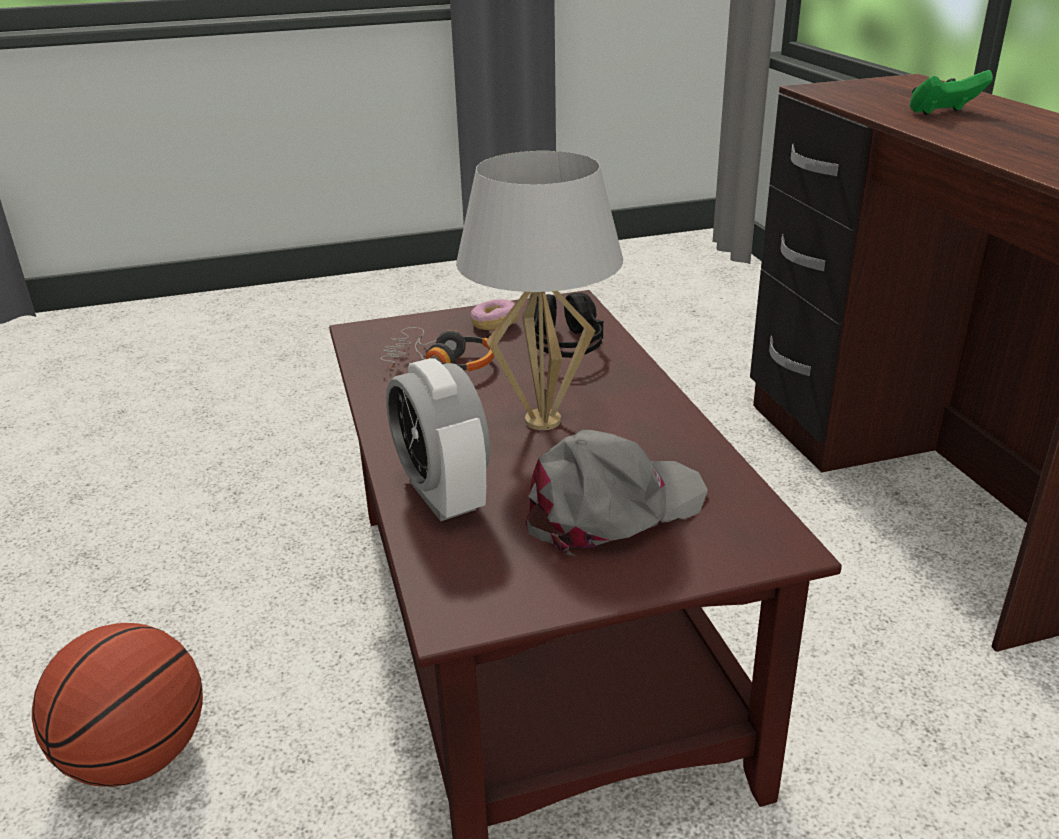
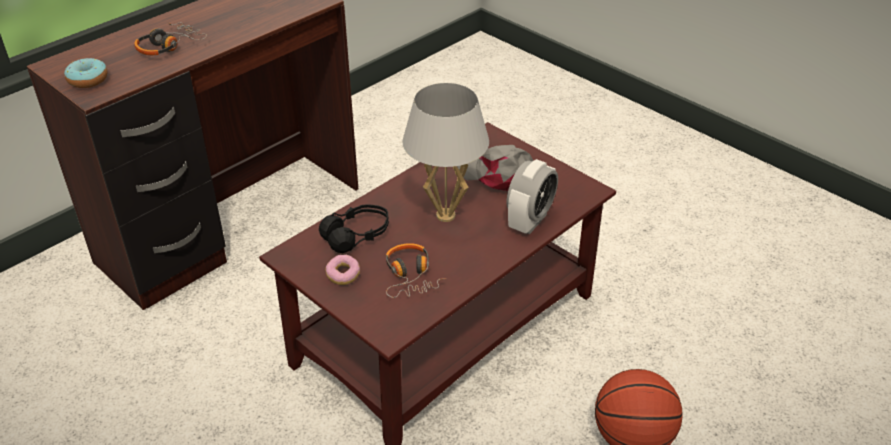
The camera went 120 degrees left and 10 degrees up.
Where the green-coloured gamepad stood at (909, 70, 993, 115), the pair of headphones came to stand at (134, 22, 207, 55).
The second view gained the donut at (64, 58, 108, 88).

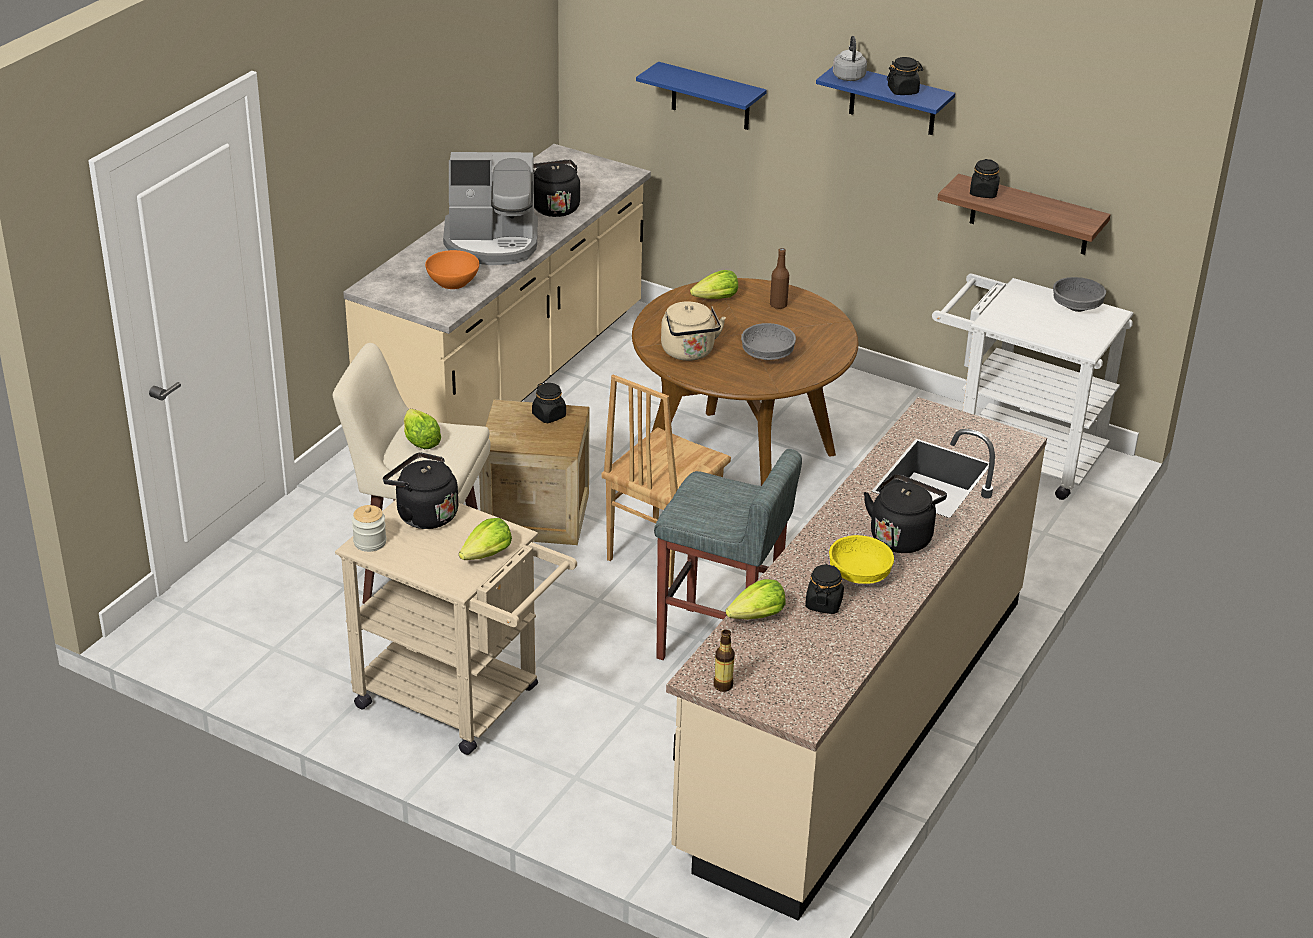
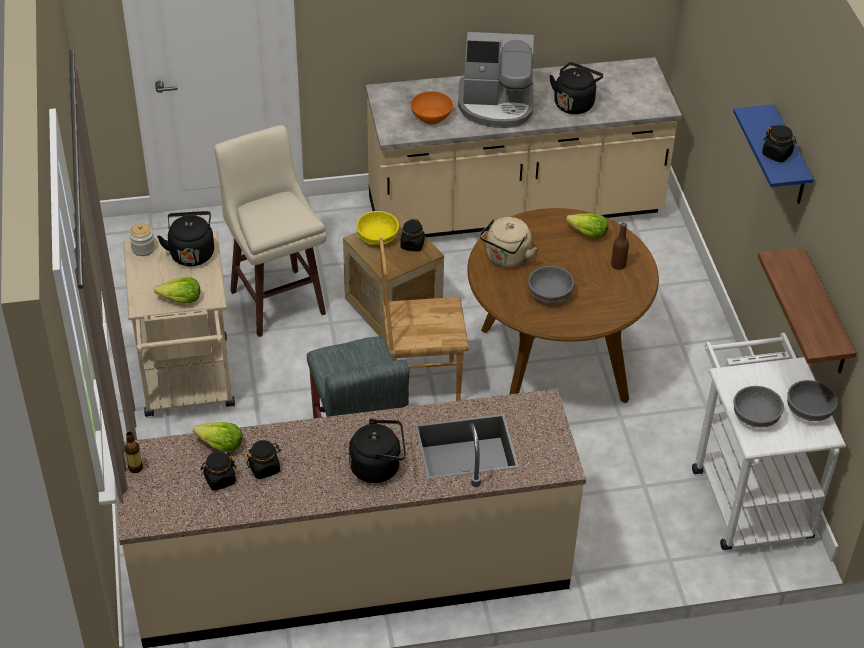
The camera went 50 degrees right and 10 degrees up.
The second view lost the head of lettuce at (404, 409, 441, 449).
The coffee maker at (443, 152, 538, 265) ended up facing another way, 45 degrees counterclockwise from before.
The second view lost the blue-coloured shelf at (636, 62, 767, 130).
The yellowish serving bowl ended up elsewhere, having gone from (829, 535, 894, 584) to (357, 211, 399, 245).
The second view lost the greyish kettle at (833, 36, 867, 81).
The blackish preserve jar ended up elsewhere, having gone from (970, 159, 1000, 198) to (201, 451, 236, 491).
The second view gained the greyish serving bowl at (733, 386, 784, 428).

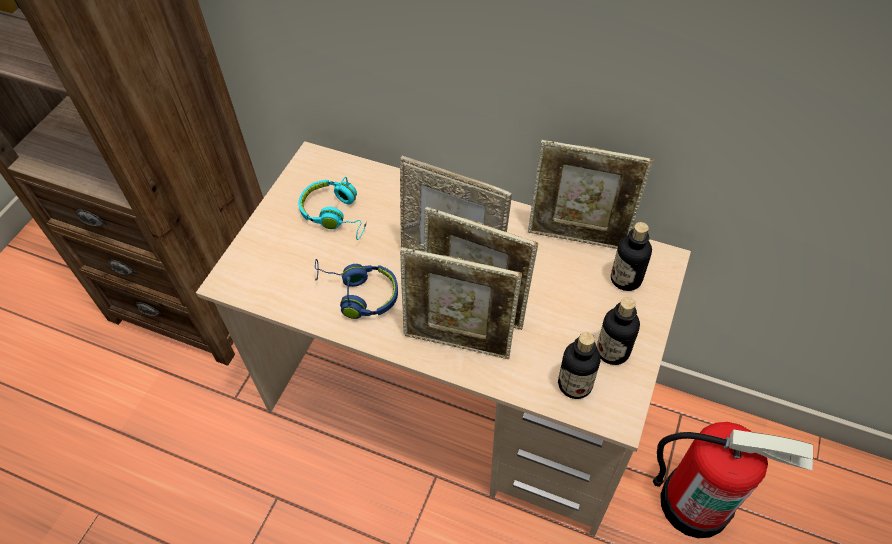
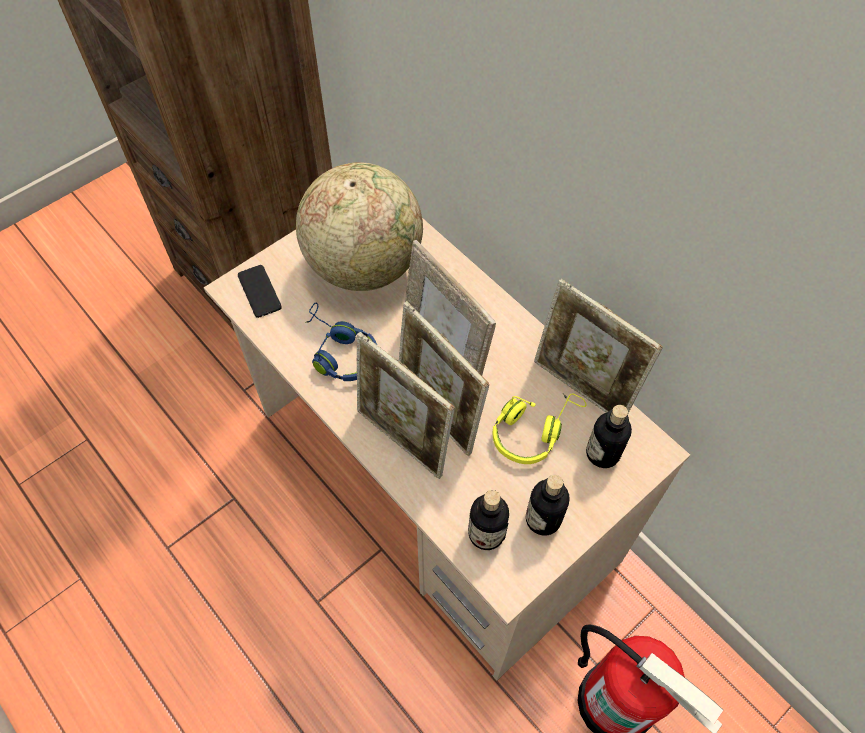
The camera went 25 degrees right and 5 degrees up.
Where the turquoise-coloured pair of headphones stood at (298, 177, 367, 240), the desk globe came to stand at (296, 162, 423, 291).
The second view gained the telephone at (238, 265, 282, 318).
The second view gained the yellowish pair of headphones at (493, 393, 587, 464).

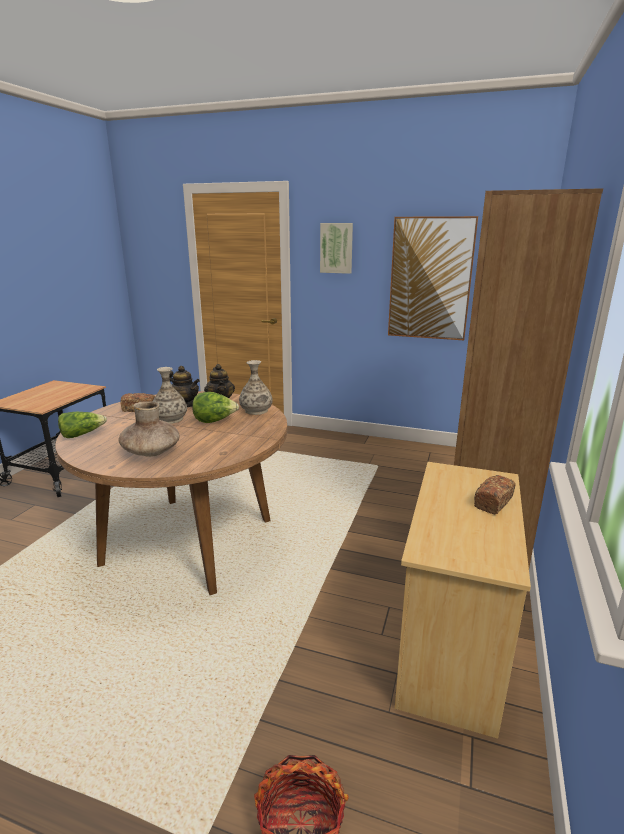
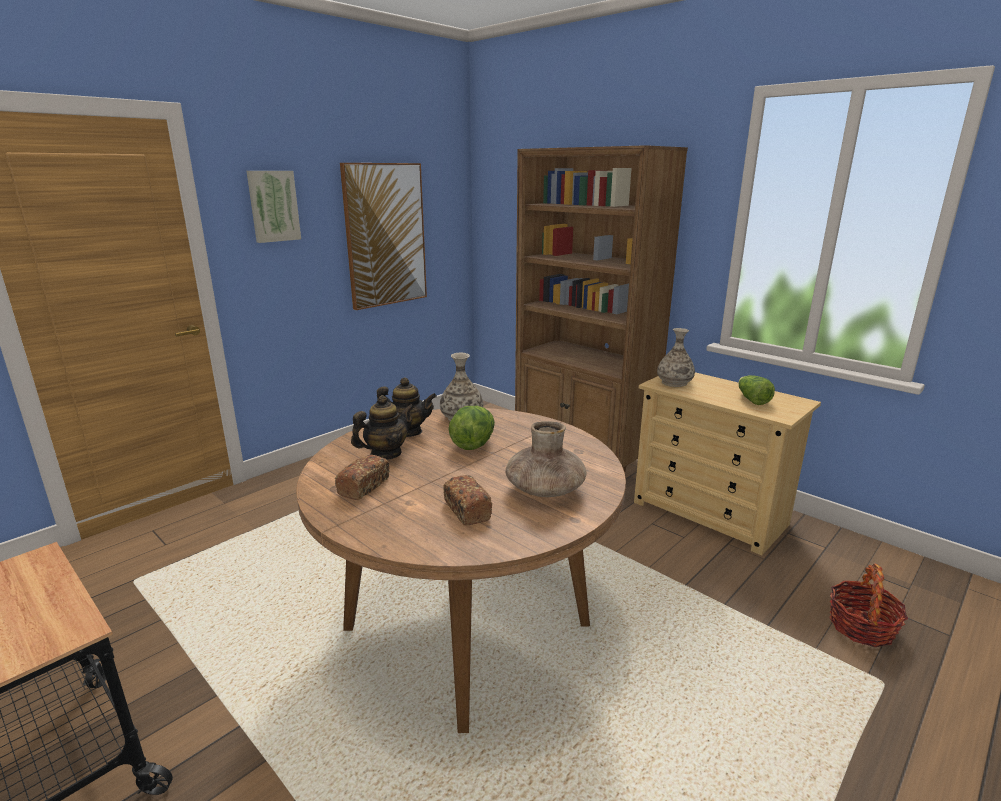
The camera went 65 degrees left and 0 degrees up.
The head of lettuce ended up elsewhere, having gone from (58, 412, 107, 438) to (739, 375, 775, 405).
The vase ended up elsewhere, having gone from (153, 367, 187, 424) to (657, 328, 695, 387).
The bread ended up elsewhere, having gone from (474, 475, 516, 514) to (443, 475, 492, 525).

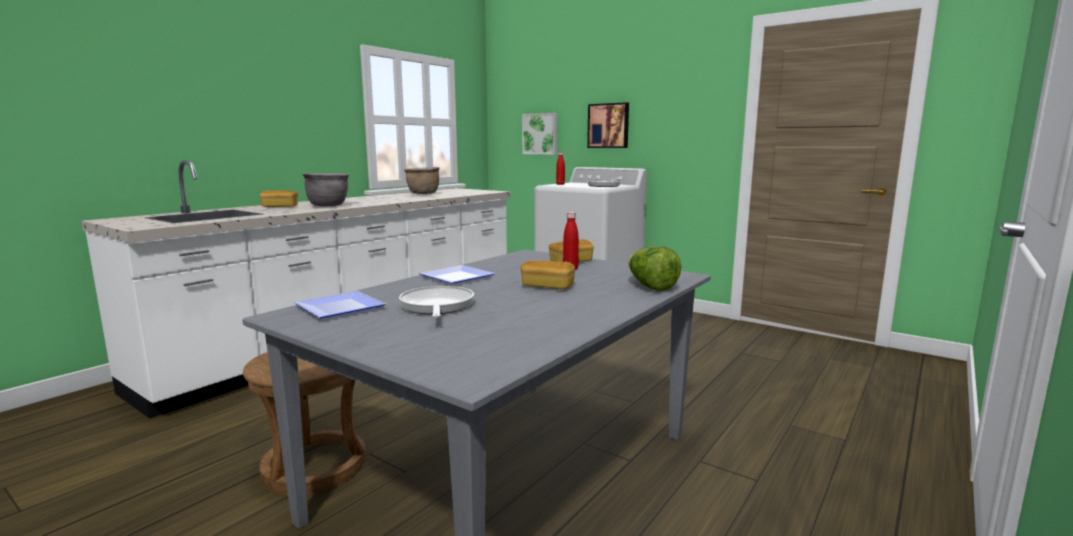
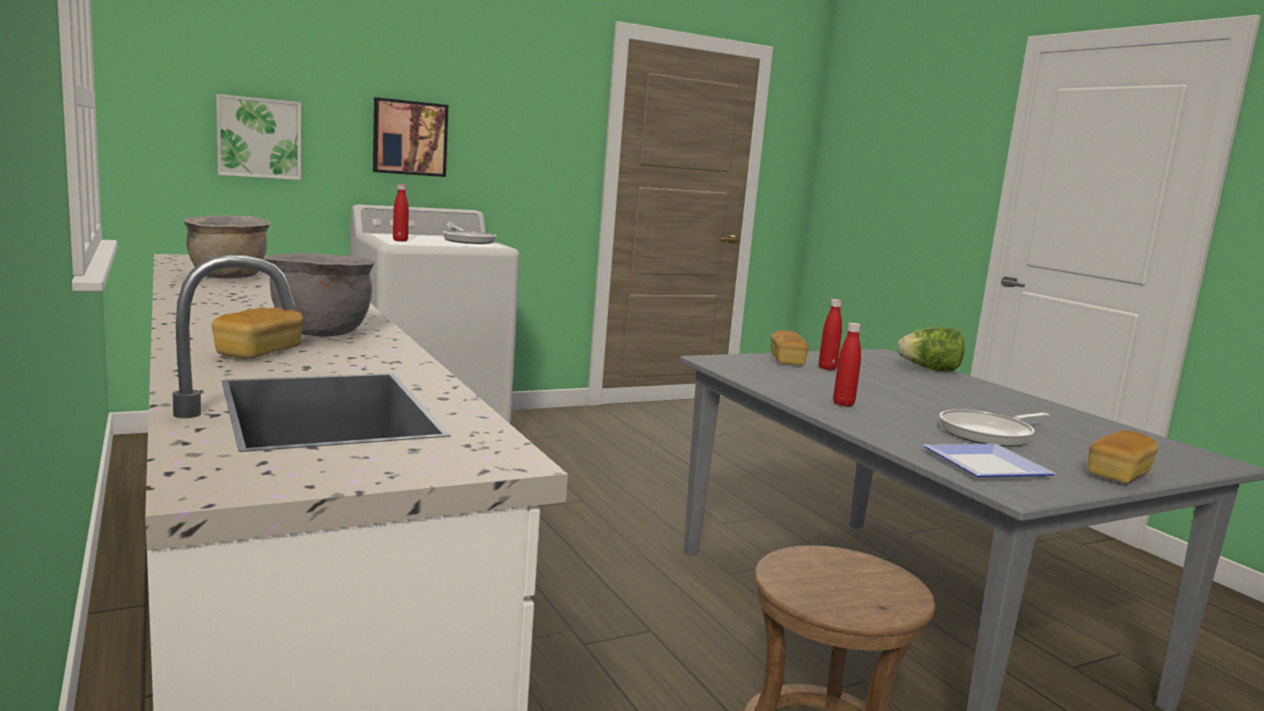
The camera went 65 degrees left and 0 degrees up.
The frying pan at (399, 286, 474, 318) ended up facing another way, 45 degrees counterclockwise from before.
Where the dinner plate stood at (419, 265, 495, 284), the reddish drink bottle came to stand at (833, 323, 861, 407).
The bread ended up elsewhere, having gone from (521, 260, 575, 289) to (1088, 430, 1158, 483).

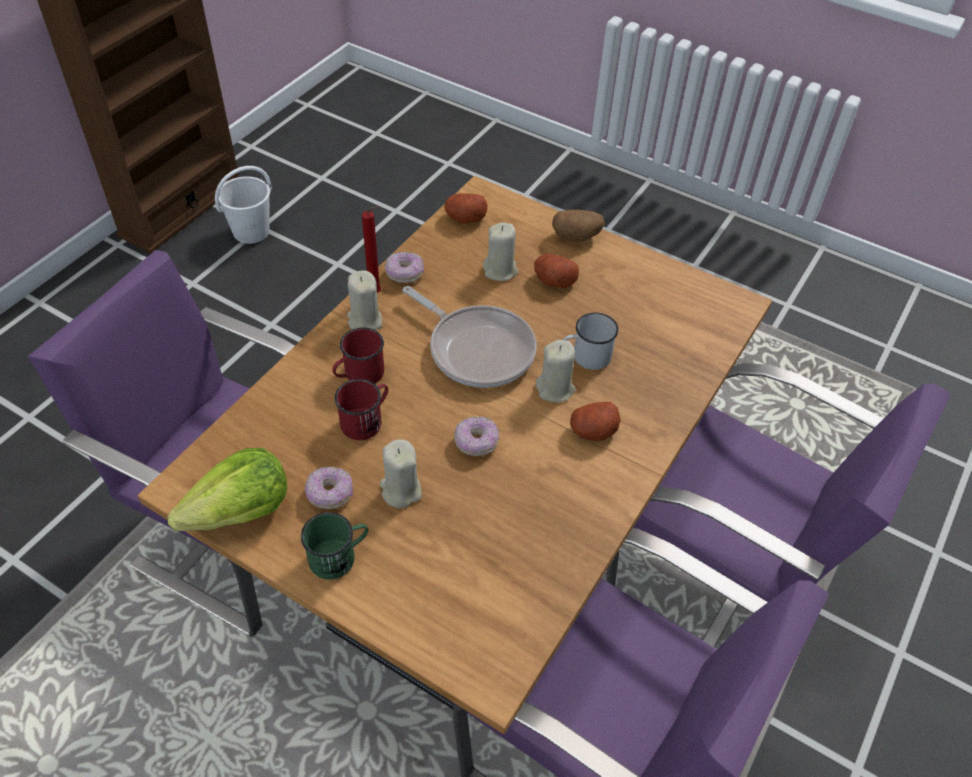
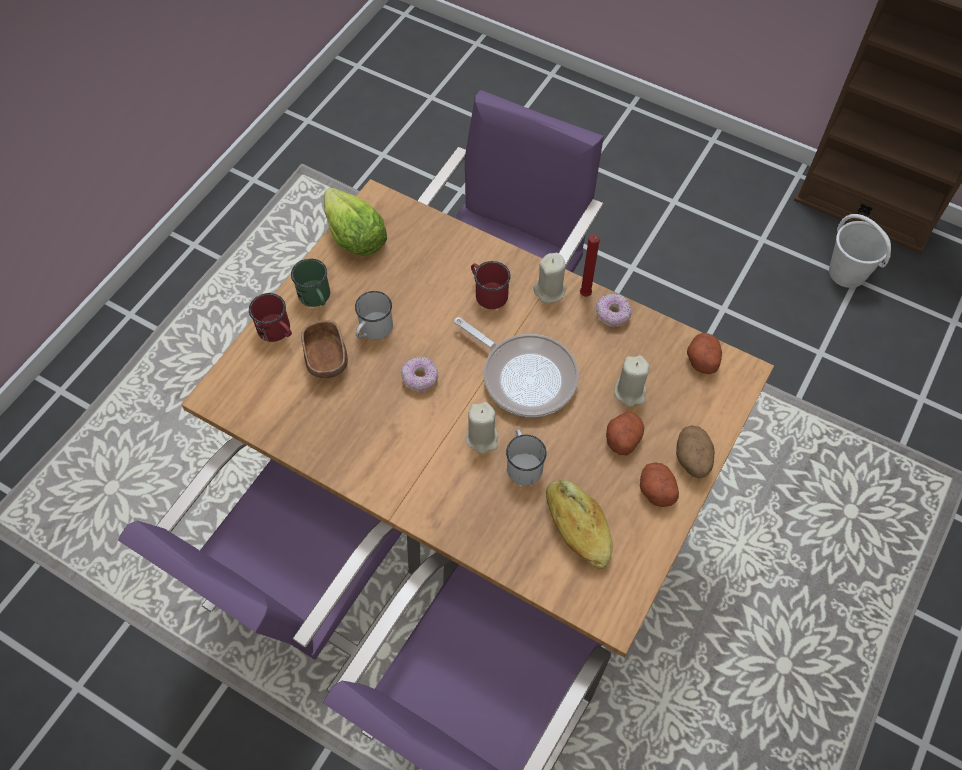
The camera went 90 degrees right and 10 degrees up.
The second view lost the donut at (305, 466, 353, 509).
The reddish coffee mug ended up elsewhere, having gone from (335, 379, 388, 440) to (249, 293, 292, 342).
Where the beige wax candle stood at (380, 439, 422, 508), the whitish coffee mug came to stand at (355, 291, 393, 340).
The frying pan at (402, 286, 537, 388) ended up facing another way, 90 degrees counterclockwise from before.
The potato ended up elsewhere, having gone from (570, 402, 621, 442) to (640, 462, 679, 507).
The second view gained the brown-coloured serving bowl at (301, 320, 348, 378).
The second view gained the bread at (546, 480, 613, 569).

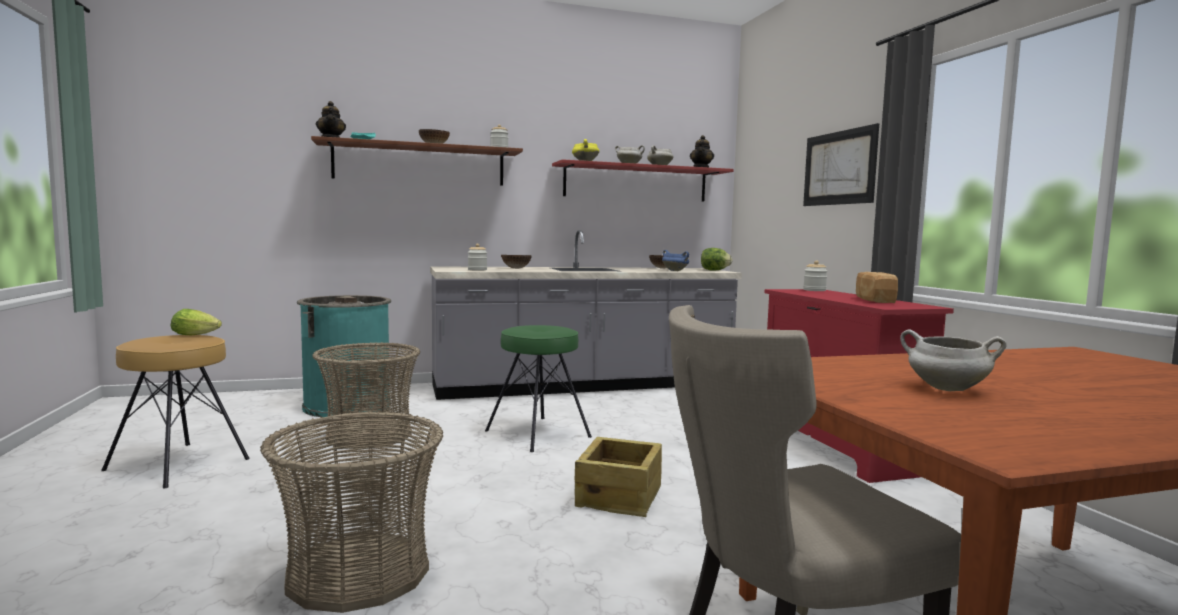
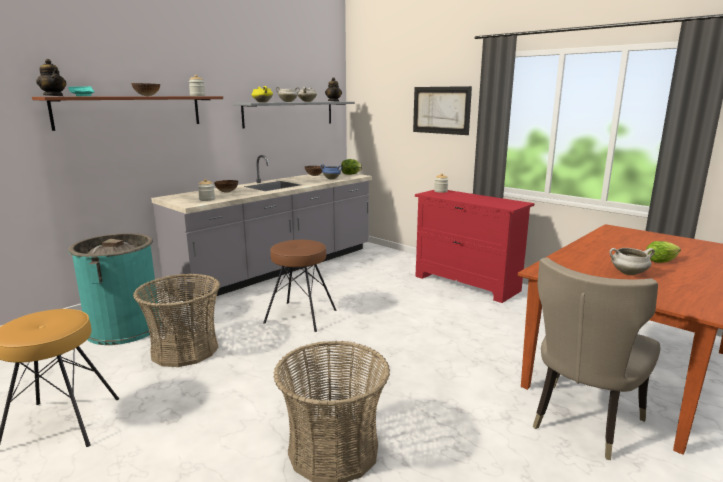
The camera went 30 degrees left and 10 degrees up.
The head of lettuce ended up elsewhere, having gone from (170, 309, 222, 336) to (646, 241, 681, 263).
What was the green-coloured stool seat at (485, 325, 592, 452) turned into the brown-coloured stool seat at (263, 240, 336, 332).
What was the reddish shelf at (552, 159, 733, 202) turned into the greyish shelf at (233, 101, 355, 128).
The second view lost the crate at (575, 437, 662, 517).
The second view lost the bread at (856, 272, 898, 303).

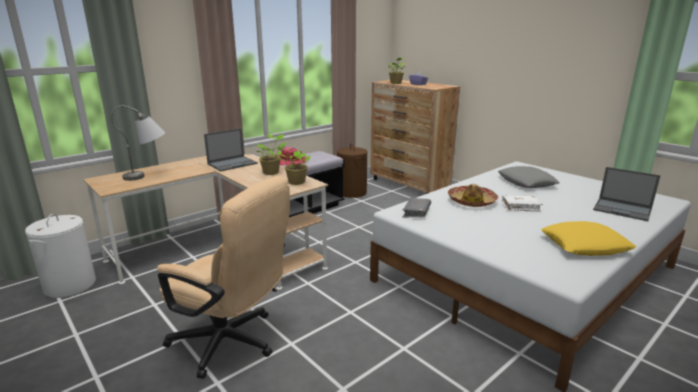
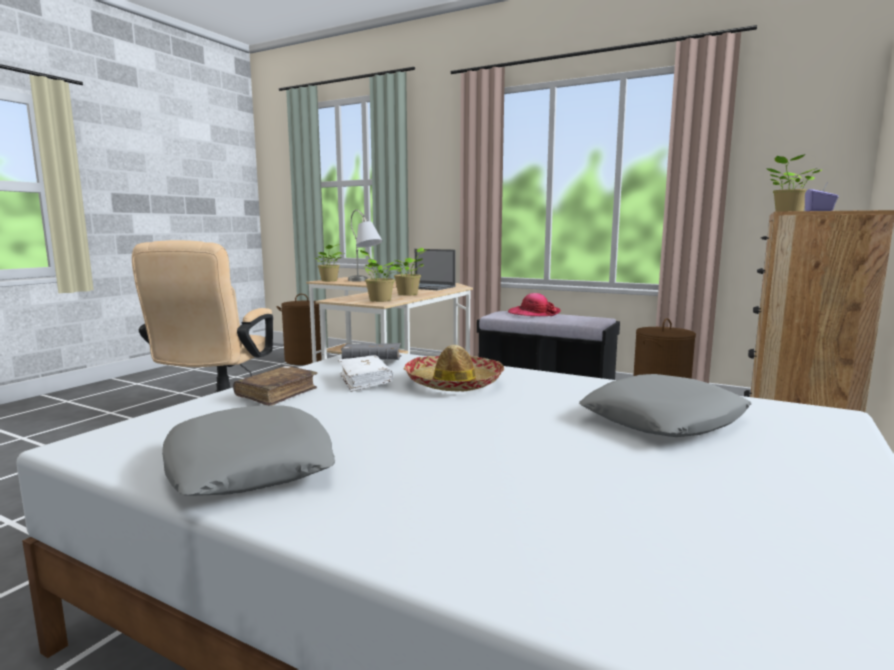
The camera went 70 degrees right and 10 degrees down.
What was the whitish washing basket at (25, 213, 96, 298) turned into the brown-coloured washing basket at (276, 294, 322, 365).
The whitish volume ended up elsewhere, having gone from (502, 196, 543, 212) to (338, 355, 394, 392).
What was the yellowish pillow at (541, 221, 636, 256) turned into the greyish pillow at (162, 406, 335, 496).
The second view lost the notebook computer at (593, 167, 661, 221).
The second view gained the brown-coloured volume at (233, 366, 318, 406).
The second view gained the houseplant at (314, 244, 345, 281).

